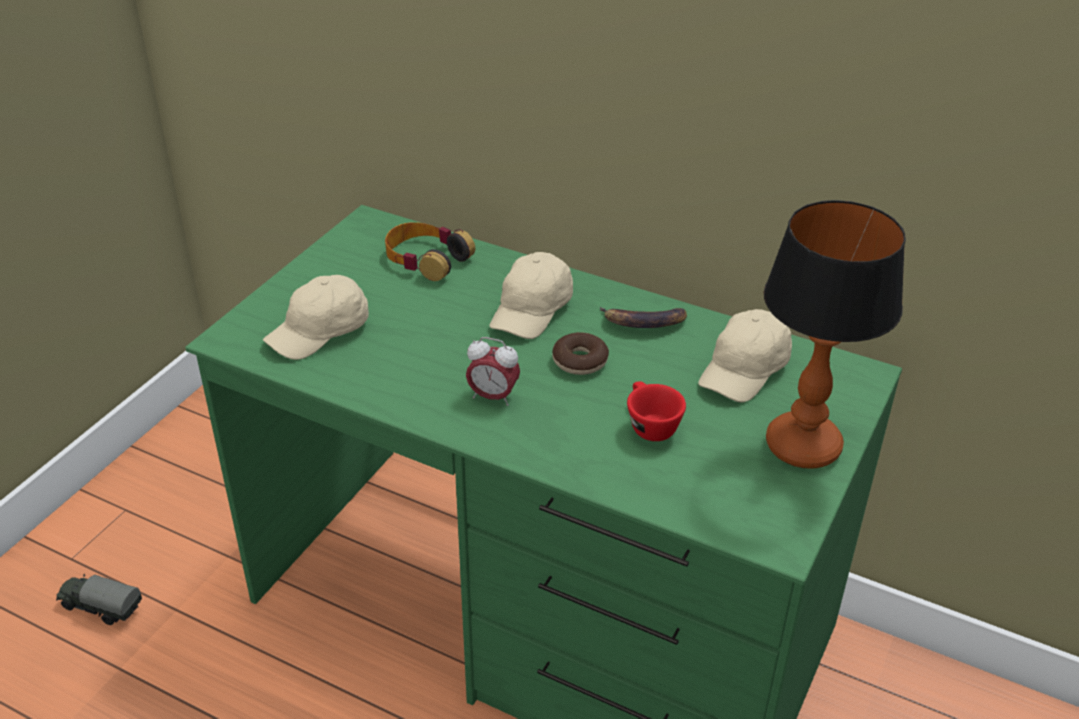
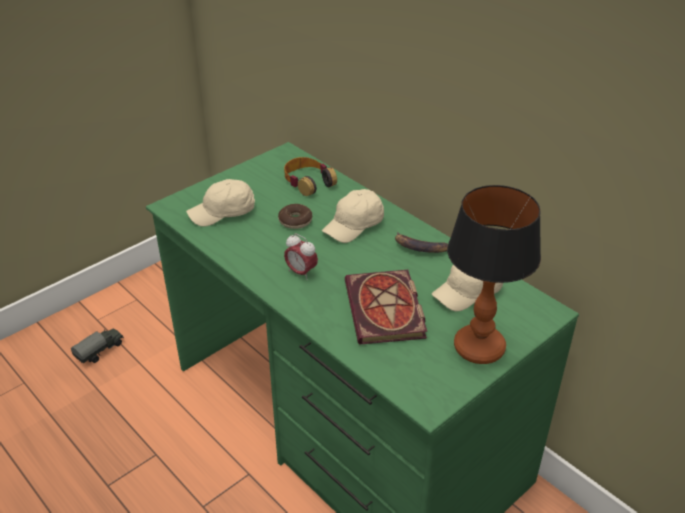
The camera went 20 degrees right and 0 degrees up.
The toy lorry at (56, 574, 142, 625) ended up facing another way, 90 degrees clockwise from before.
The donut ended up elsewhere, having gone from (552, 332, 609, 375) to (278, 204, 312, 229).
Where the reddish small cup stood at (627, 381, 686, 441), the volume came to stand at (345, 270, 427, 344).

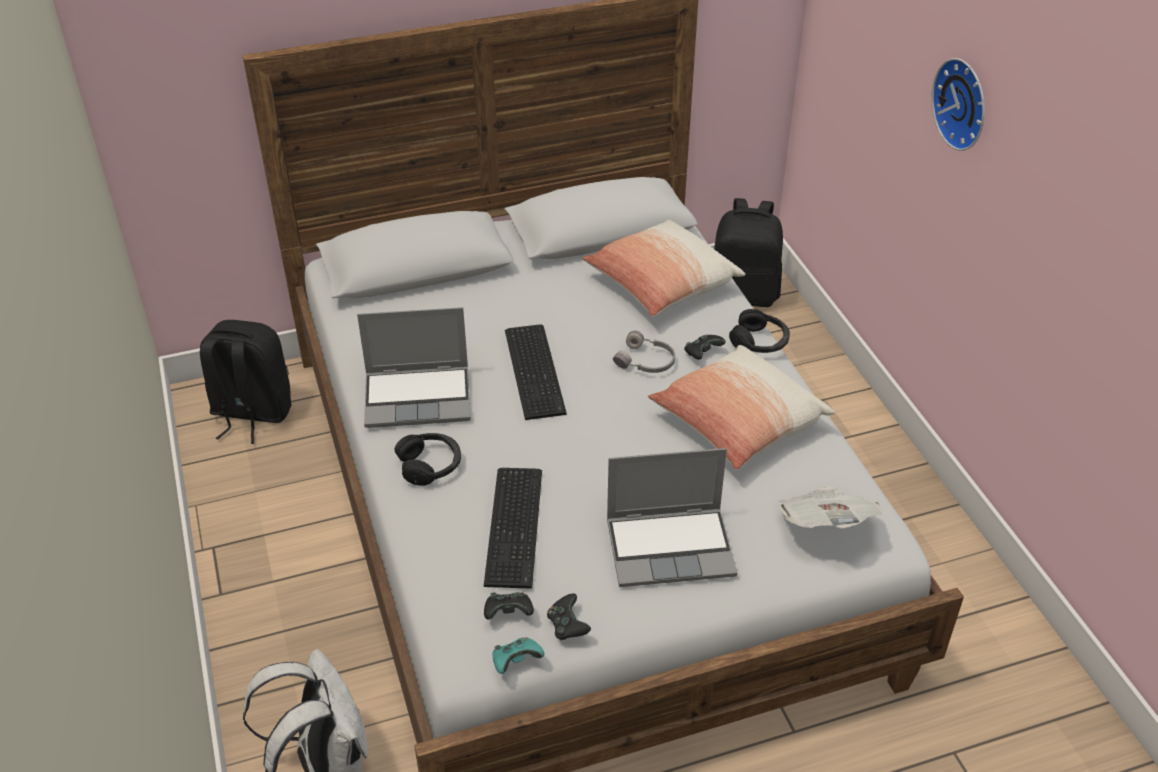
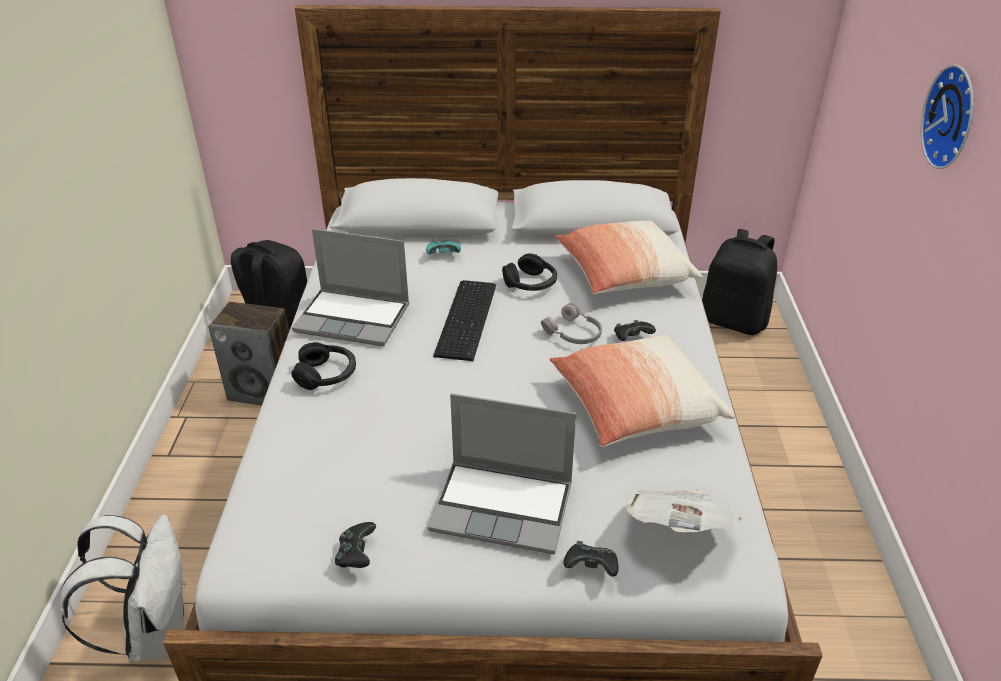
The camera went 20 degrees right and 5 degrees down.
The second view lost the computer keyboard at (484, 468, 542, 589).
The blackish gamepad ended up elsewhere, having gone from (484, 592, 534, 619) to (563, 541, 619, 577).
The turquoise-coloured gamepad ended up elsewhere, having gone from (492, 637, 544, 674) to (426, 239, 461, 254).
The blackish pair of headphones ended up elsewhere, having gone from (729, 309, 790, 353) to (502, 254, 557, 291).
The second view gained the loudspeaker at (208, 302, 289, 406).

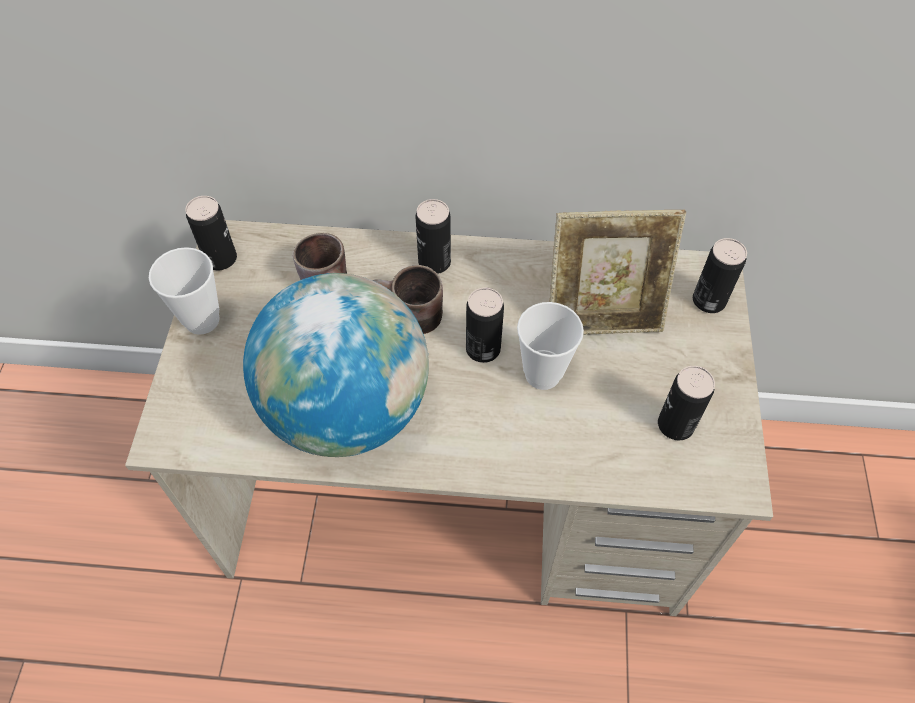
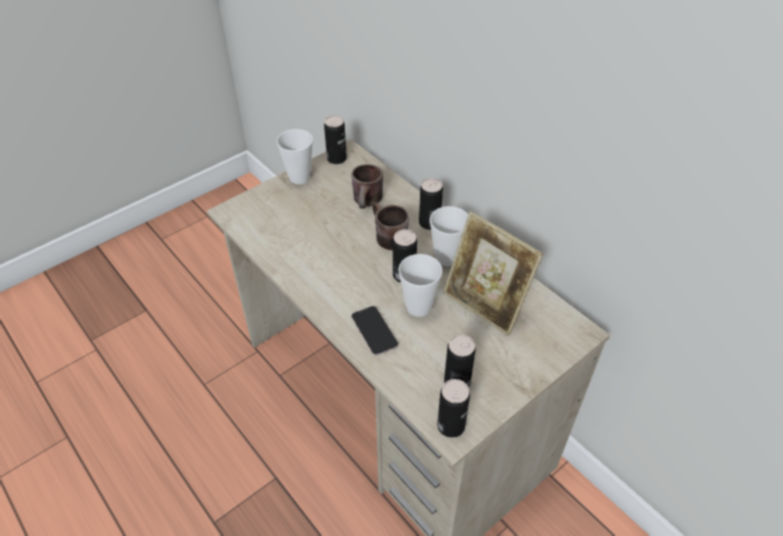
The camera went 45 degrees right and 10 degrees down.
The second view lost the desk globe at (243, 273, 429, 457).
The can ended up elsewhere, having gone from (693, 238, 747, 313) to (437, 379, 470, 438).
The second view gained the telephone at (351, 306, 399, 356).
The second view gained the small cup at (430, 206, 468, 266).

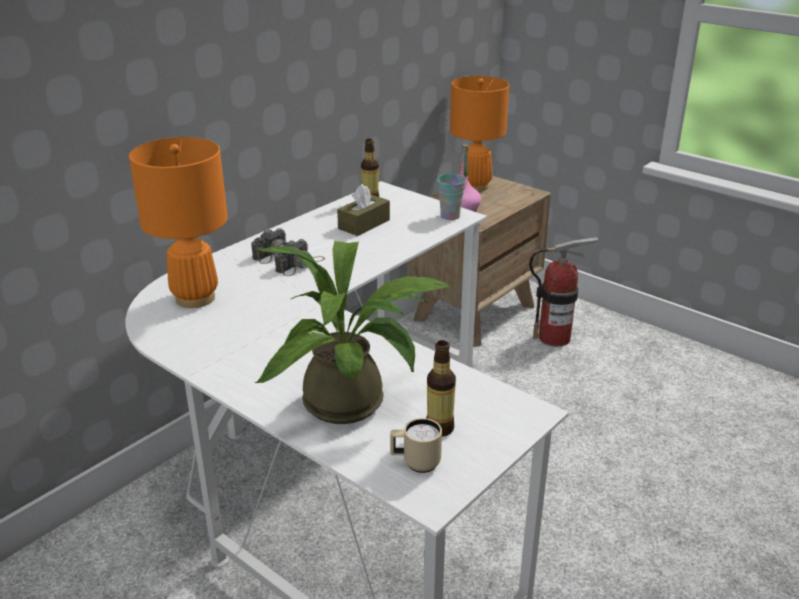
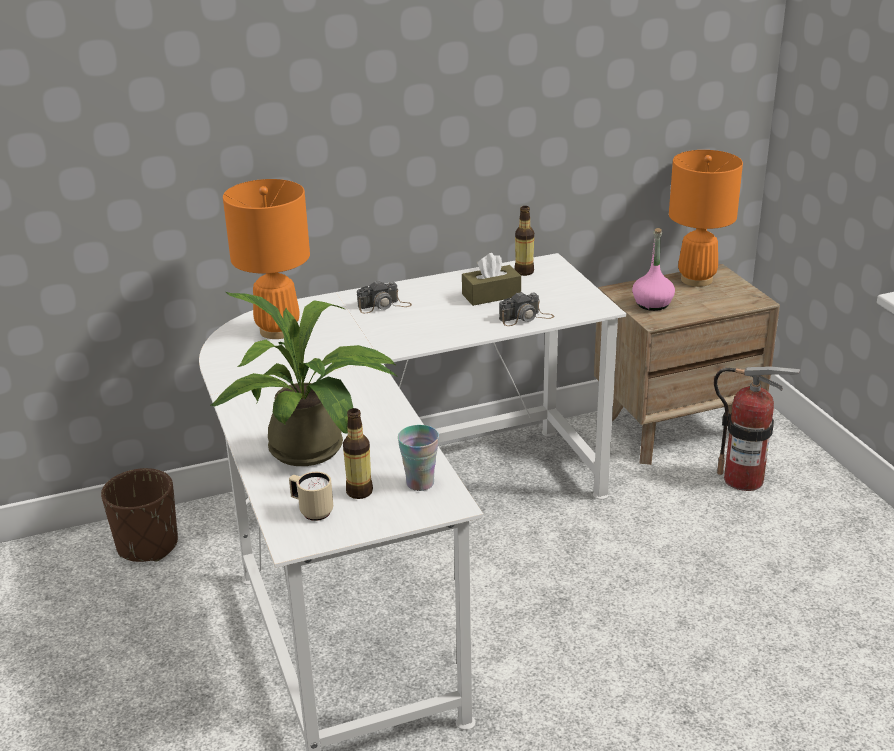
The camera went 30 degrees right and 0 degrees up.
The photo camera ended up elsewhere, having gone from (275, 239, 325, 276) to (499, 292, 554, 326).
The small cup ended up elsewhere, having gone from (437, 174, 466, 220) to (398, 425, 439, 491).
The second view gained the brown-coloured flower pot at (101, 468, 178, 562).

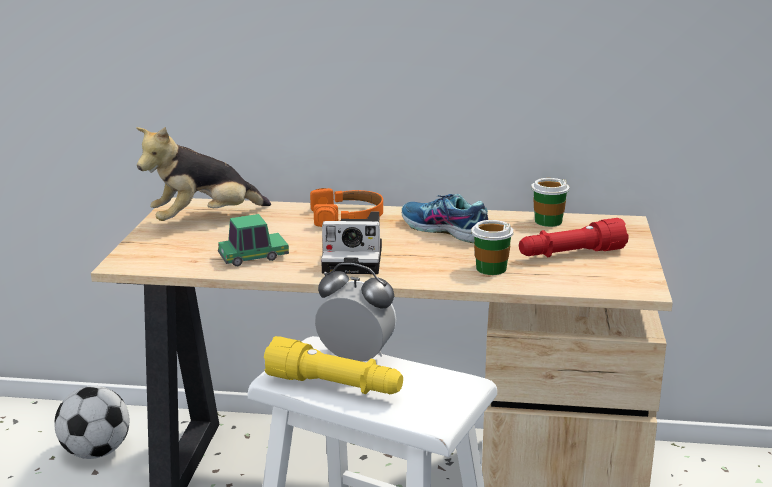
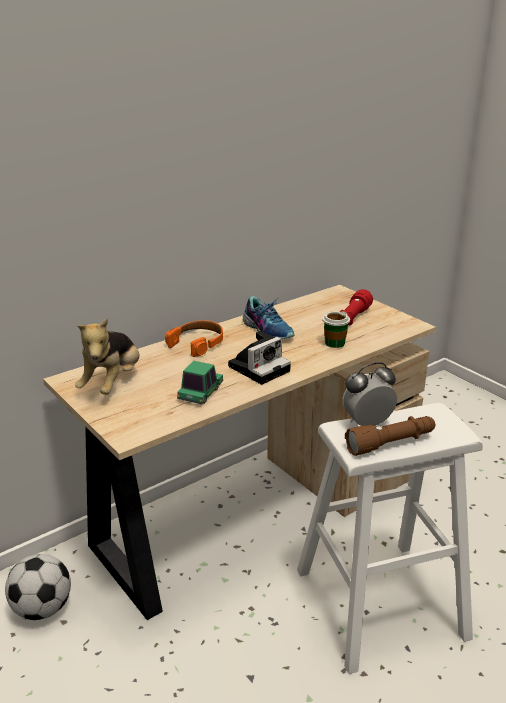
The camera went 45 degrees left and 5 degrees up.
What was the yellowish flashlight at (264, 336, 403, 394) turned into the brown-coloured flashlight at (345, 416, 435, 456).
The low shoe at (402, 194, 488, 243) ended up facing another way, 120 degrees counterclockwise from before.
The second view lost the small cup at (531, 178, 569, 227).

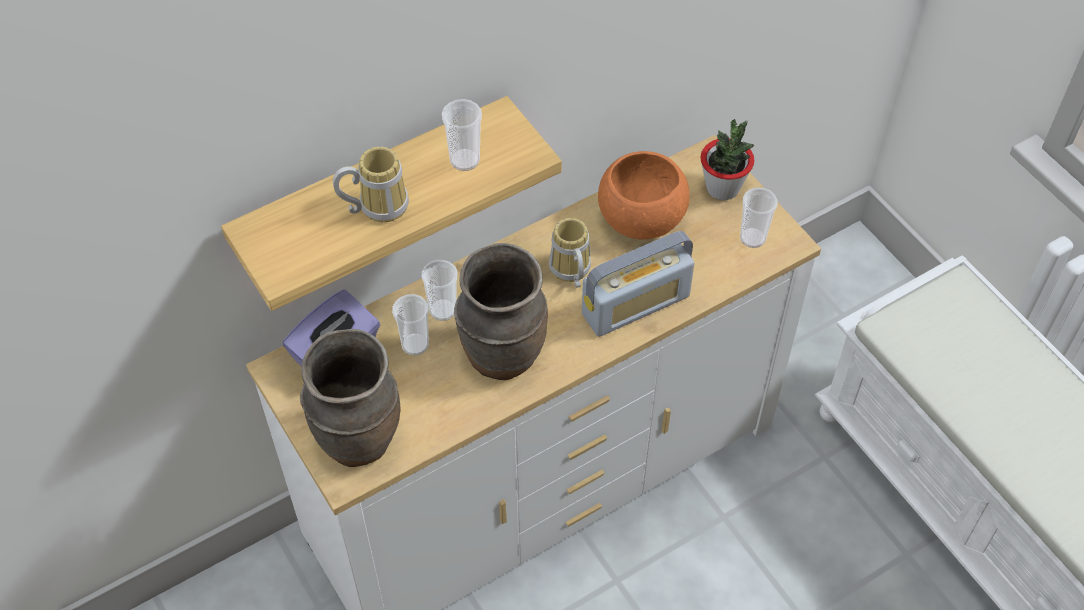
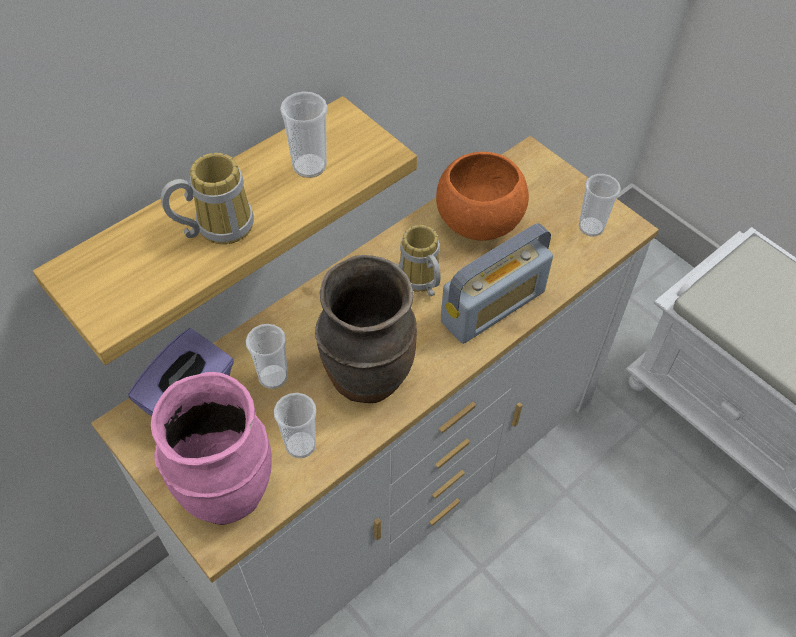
The camera went 10 degrees left and 0 degrees up.
What was the brown-coloured vase at (300, 329, 400, 467) turned into the pink vase at (151, 372, 272, 525).
The small cup ended up elsewhere, having gone from (421, 260, 458, 321) to (274, 393, 316, 458).
The second view lost the houseplant at (701, 119, 755, 200).

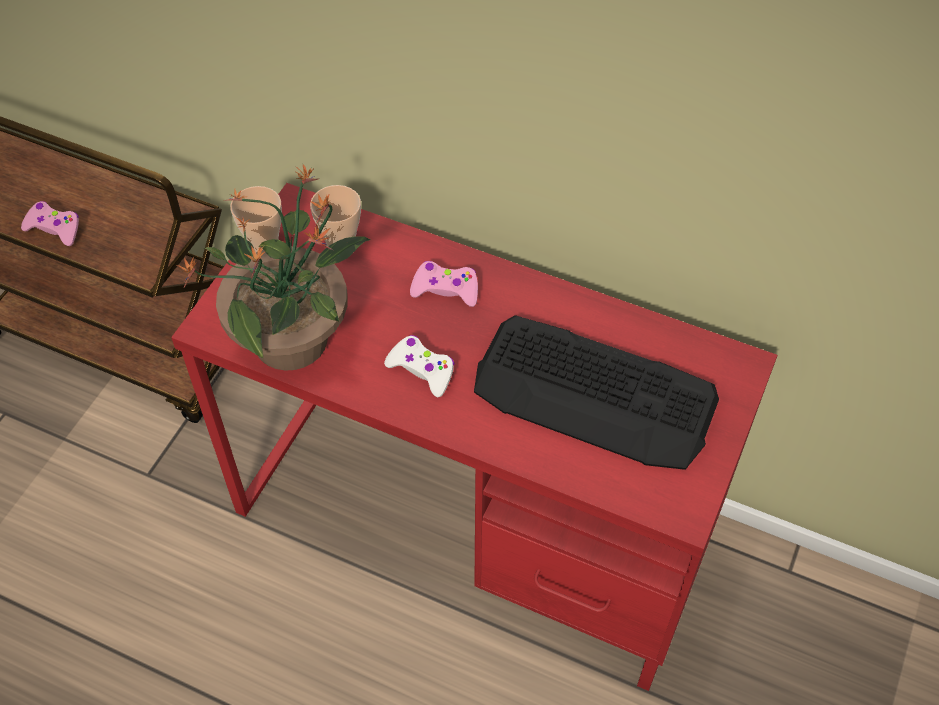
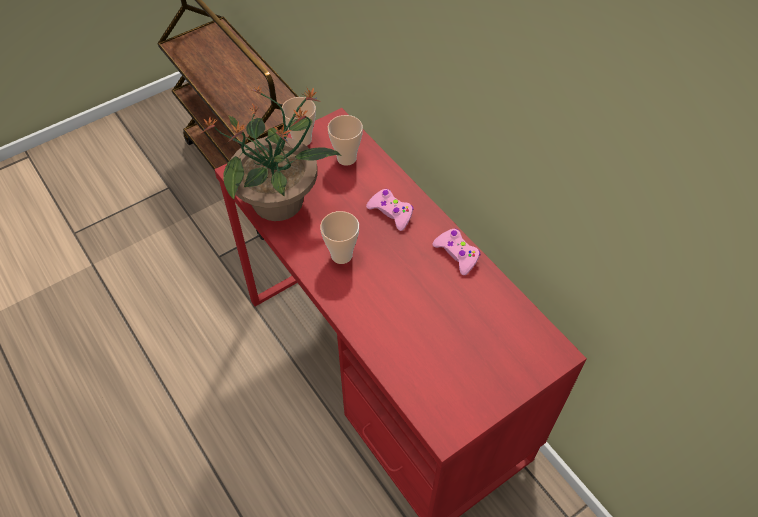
The camera went 30 degrees right and 0 degrees up.
The pink gamepad ended up elsewhere, having gone from (21, 201, 79, 246) to (432, 229, 481, 275).
Where the whitish gamepad stood at (384, 335, 455, 397), the small cup came to stand at (320, 211, 359, 264).
The second view lost the computer keyboard at (474, 315, 719, 470).

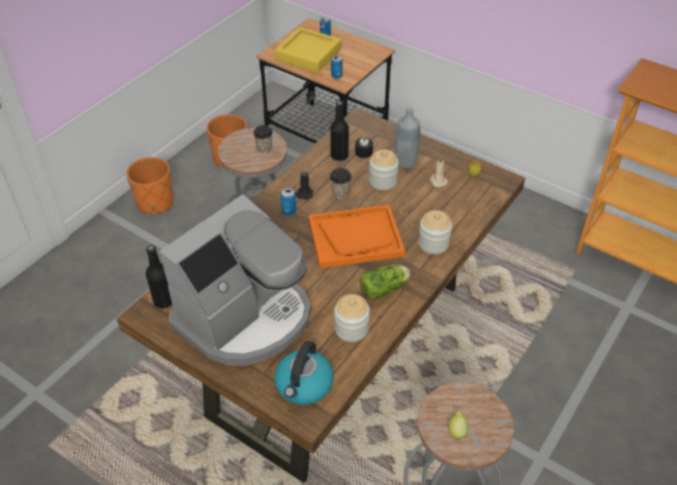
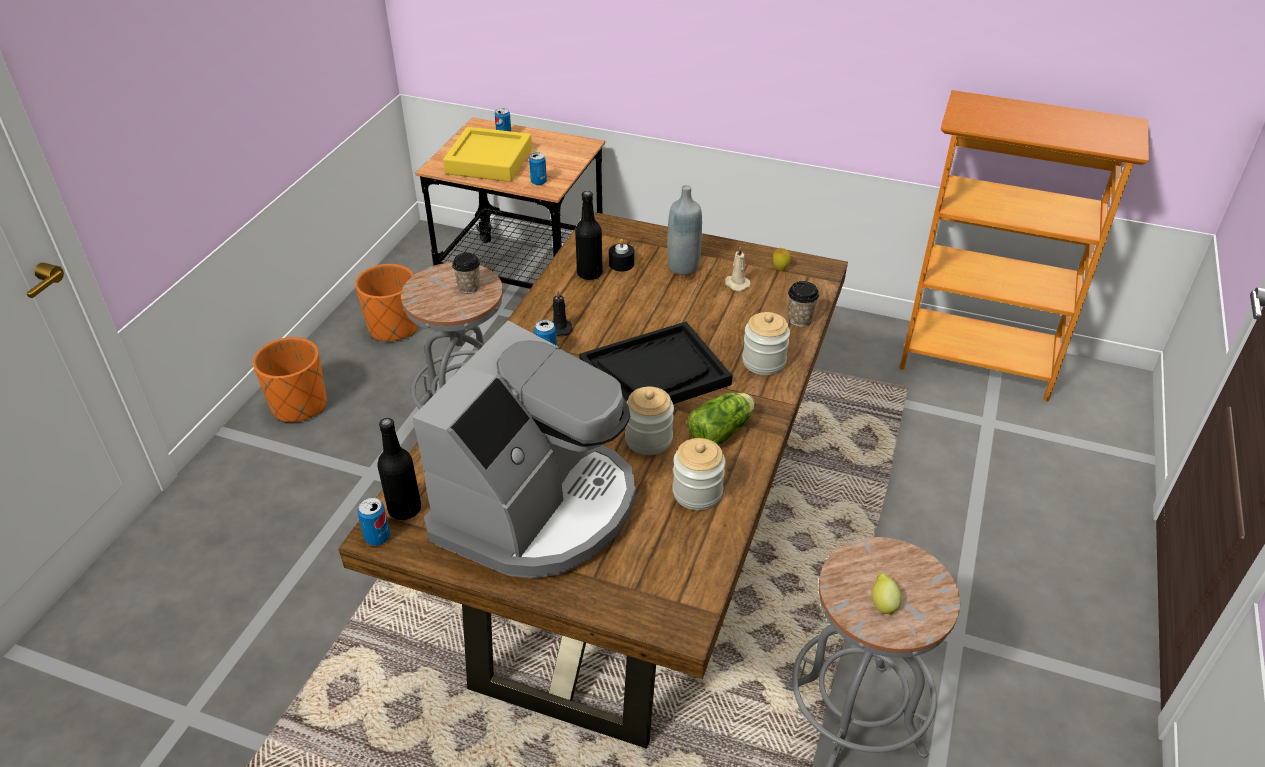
The camera went 15 degrees left and 5 degrees down.
The second view lost the kettle at (274, 341, 334, 405).
What was the orangey carrying tray at (309, 205, 405, 269) turned into the blackish carrying tray at (579, 322, 732, 421).
The small cup ended up elsewhere, having gone from (330, 168, 352, 199) to (788, 281, 819, 327).
The preserve jar ended up elsewhere, having gone from (369, 149, 399, 191) to (625, 387, 674, 455).
The second view gained the can at (357, 498, 390, 546).

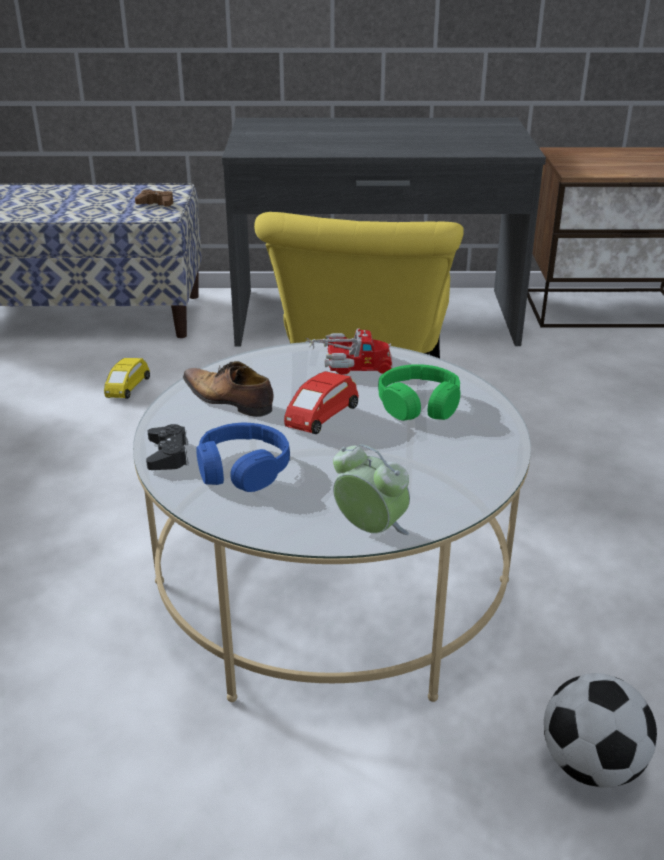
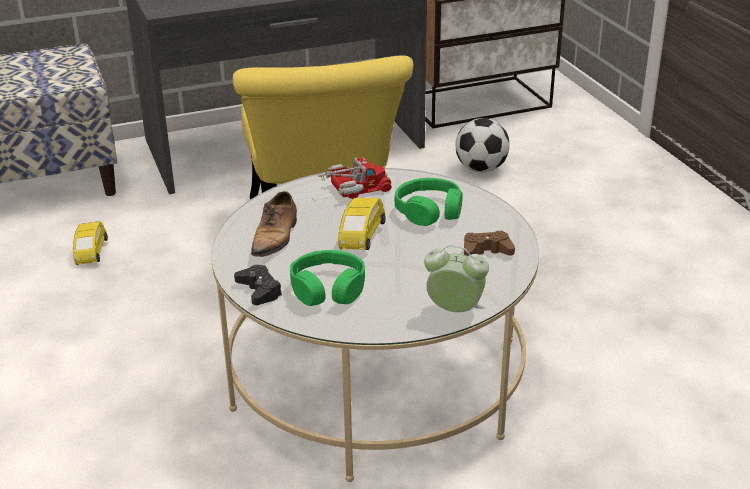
The camera went 20 degrees left and 0 degrees up.
The brown-coloured gamepad ended up elsewhere, having gone from (135, 190, 173, 207) to (464, 231, 515, 256).
The low shoe at (183, 361, 274, 417) ended up facing another way, 90 degrees counterclockwise from before.
What was the blue-coloured pair of headphones at (196, 423, 290, 492) turned into the green-coloured pair of headphones at (290, 250, 365, 306).
What was the reddish toy car at (284, 371, 359, 434) turned into the yellowish toy car at (338, 198, 386, 250).
The ball for football ended up elsewhere, having gone from (544, 673, 657, 788) to (455, 118, 510, 172).

